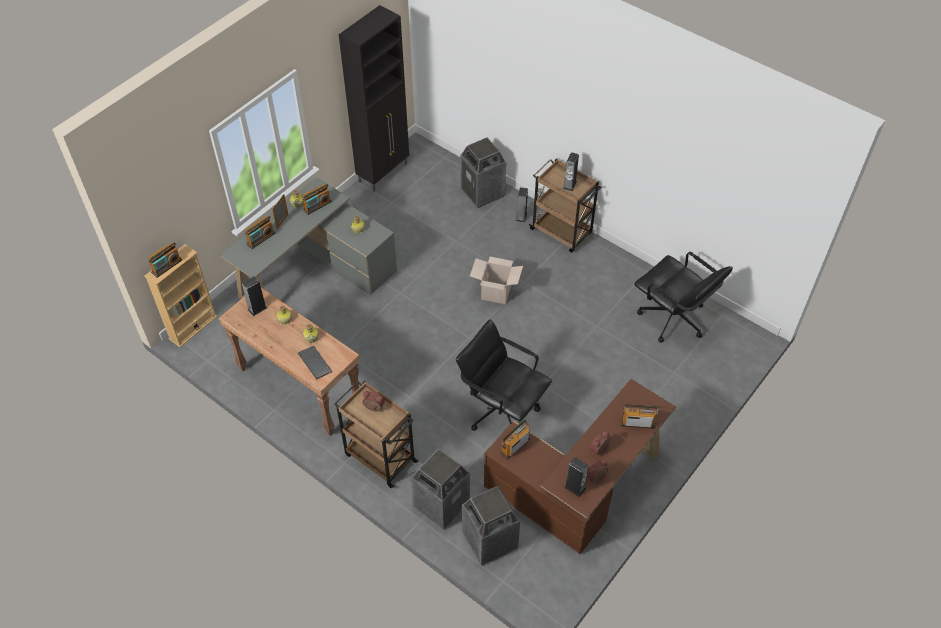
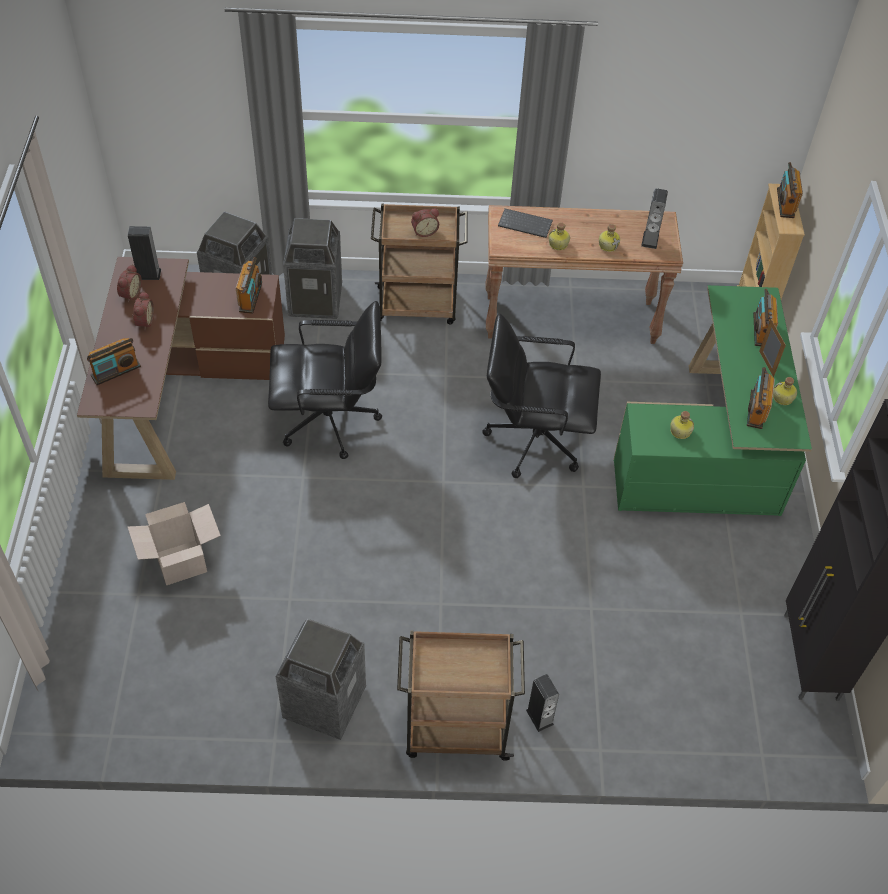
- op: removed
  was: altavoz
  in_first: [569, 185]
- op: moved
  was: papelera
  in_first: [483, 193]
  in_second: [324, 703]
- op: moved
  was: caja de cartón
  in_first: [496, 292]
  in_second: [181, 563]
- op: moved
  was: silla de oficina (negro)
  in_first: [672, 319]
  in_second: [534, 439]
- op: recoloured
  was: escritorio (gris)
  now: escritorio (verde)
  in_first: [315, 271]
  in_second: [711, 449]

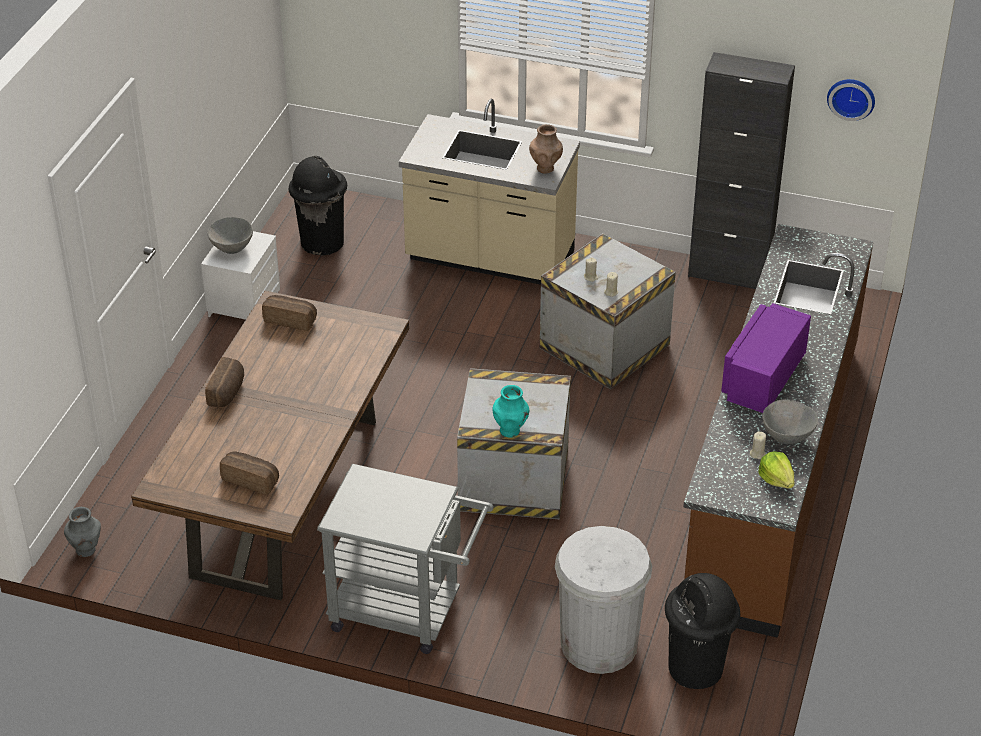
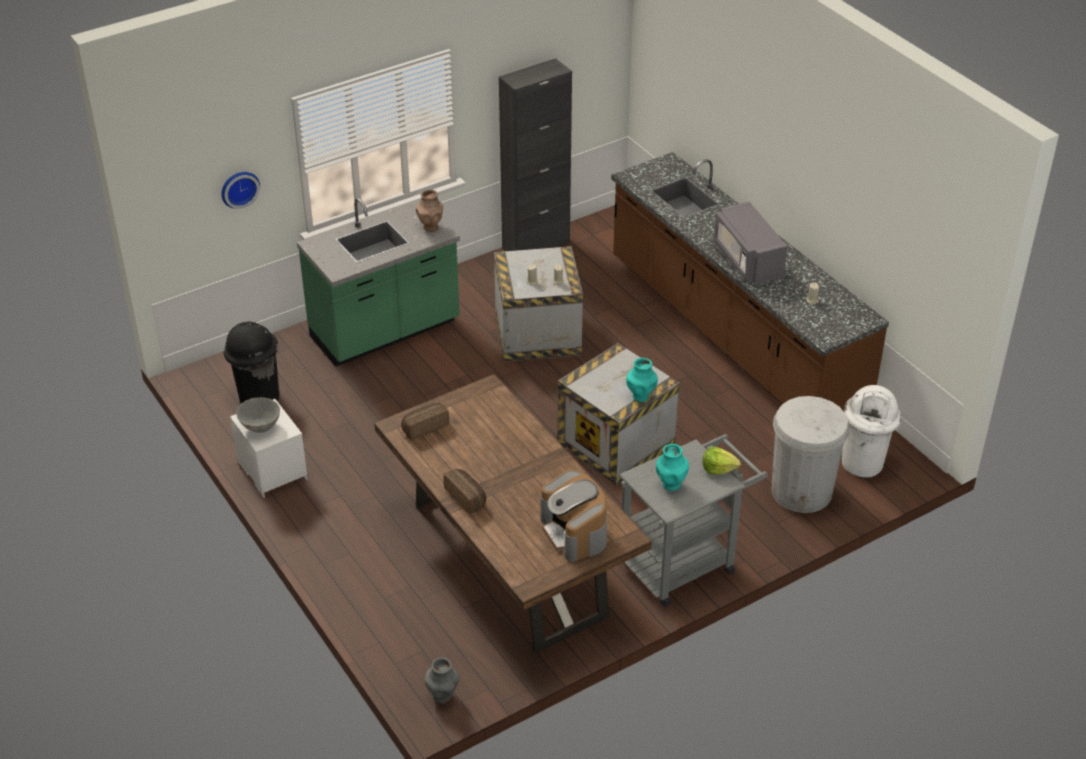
- op: removed
  was: cuenco (gris)
  in_first: [787, 437]
- op: added
  now: florero (turquesa)
  in_second: [671, 484]
- op: moved
  was: lechuga
  in_first: [776, 479]
  in_second: [718, 468]
- op: moved
  was: reloj de pared
  in_first: [851, 97]
  in_second: [239, 188]
- op: replaced
  was: pan
  now: cafetera
  in_first: [251, 479]
  in_second: [575, 532]
- op: recoloured
  was: mueble bajo de cocina (beis)
  now: mueble bajo de cocina (verde)
  in_first: [489, 259]
  in_second: [385, 332]
- op: recoloured
  was: papelera (negro)
  now: papelera (blanco)
  in_first: [696, 669]
  in_second: [863, 463]
- op: recoloured
  was: microondas (morado)
  now: microondas (gris)
  in_first: [762, 378]
  in_second: [747, 260]

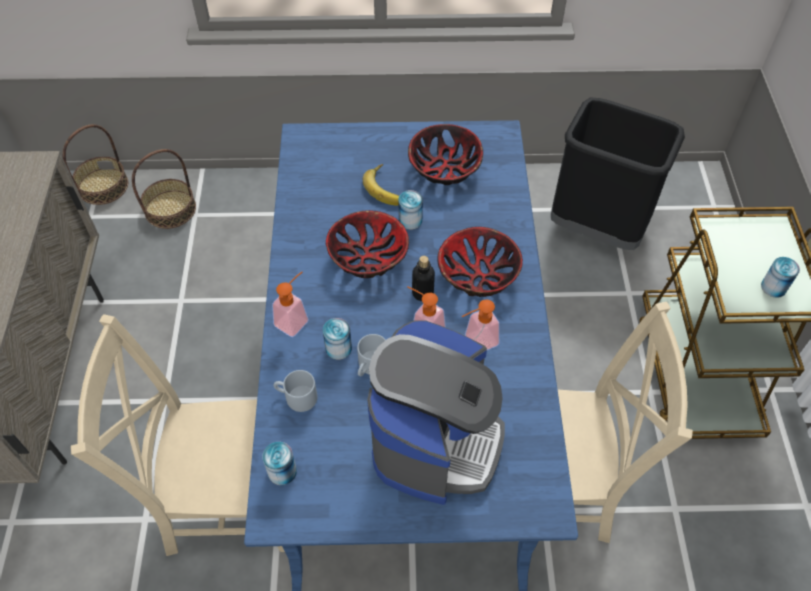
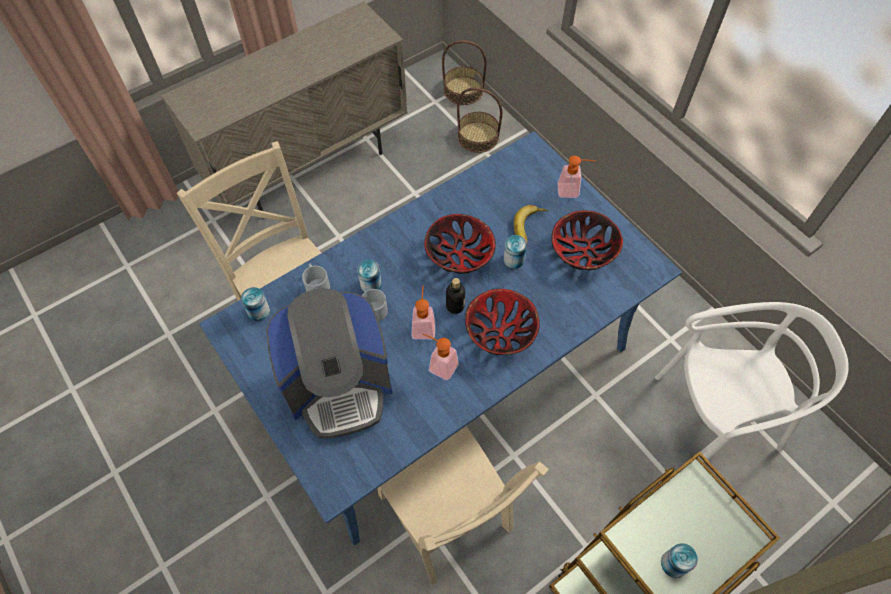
- op: moved
  was: dispensador de jabón
  in_first: [295, 319]
  in_second: [572, 190]
- op: replaced
  was: papelera (negro)
  now: silla (blanco)
  in_first: [598, 228]
  in_second: [716, 417]

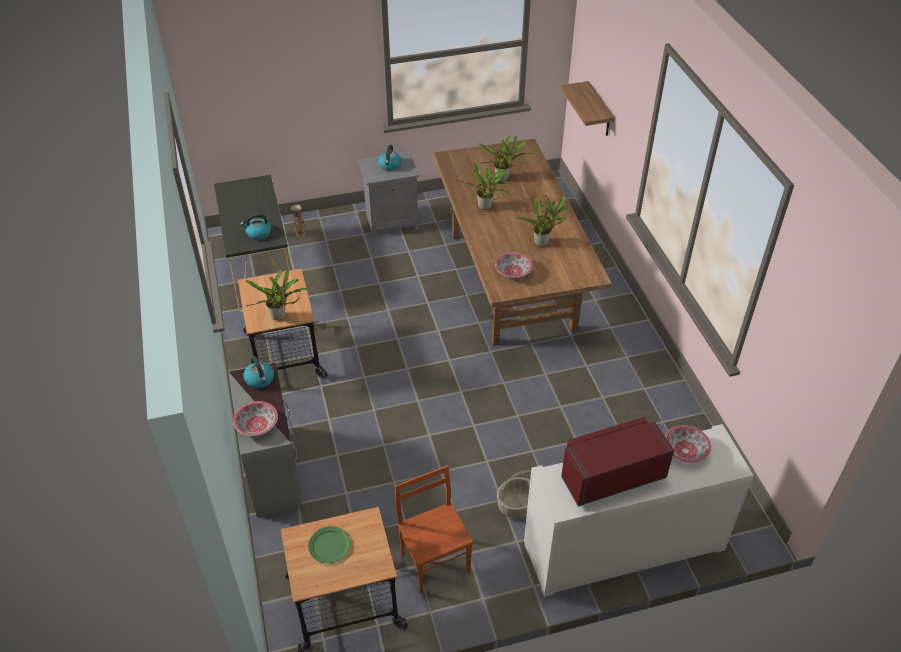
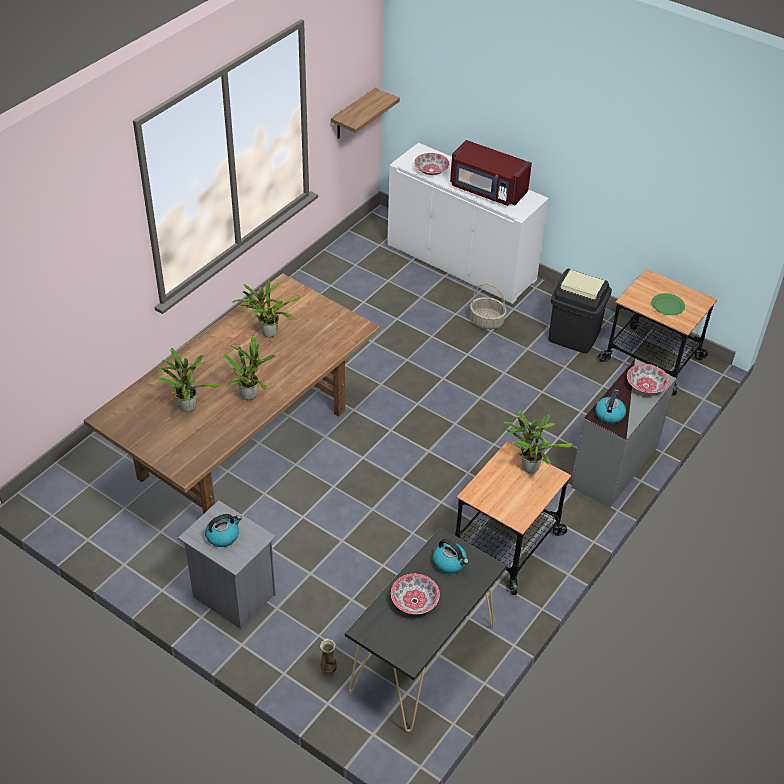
- op: moved
  was: cuenco
  in_first: [512, 272]
  in_second: [414, 601]
- op: moved
  was: estante
  in_first: [599, 110]
  in_second: [353, 115]
- op: replaced
  was: silla (marrón)
  now: papelera (negro)
  in_first: [435, 562]
  in_second: [573, 336]

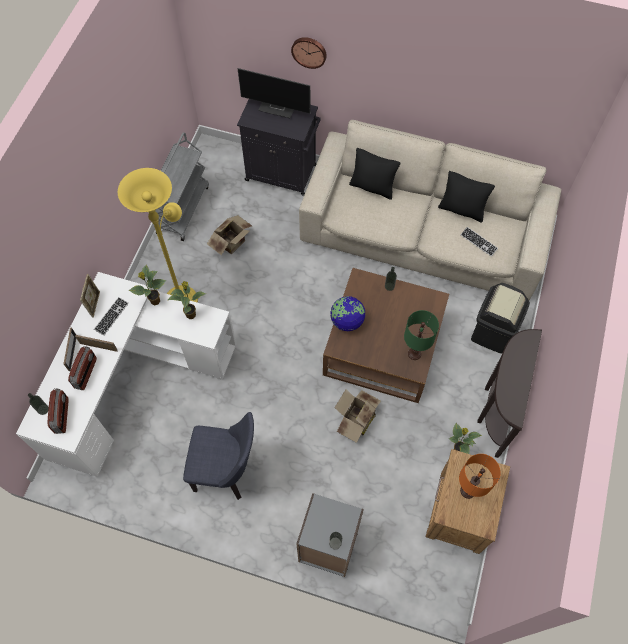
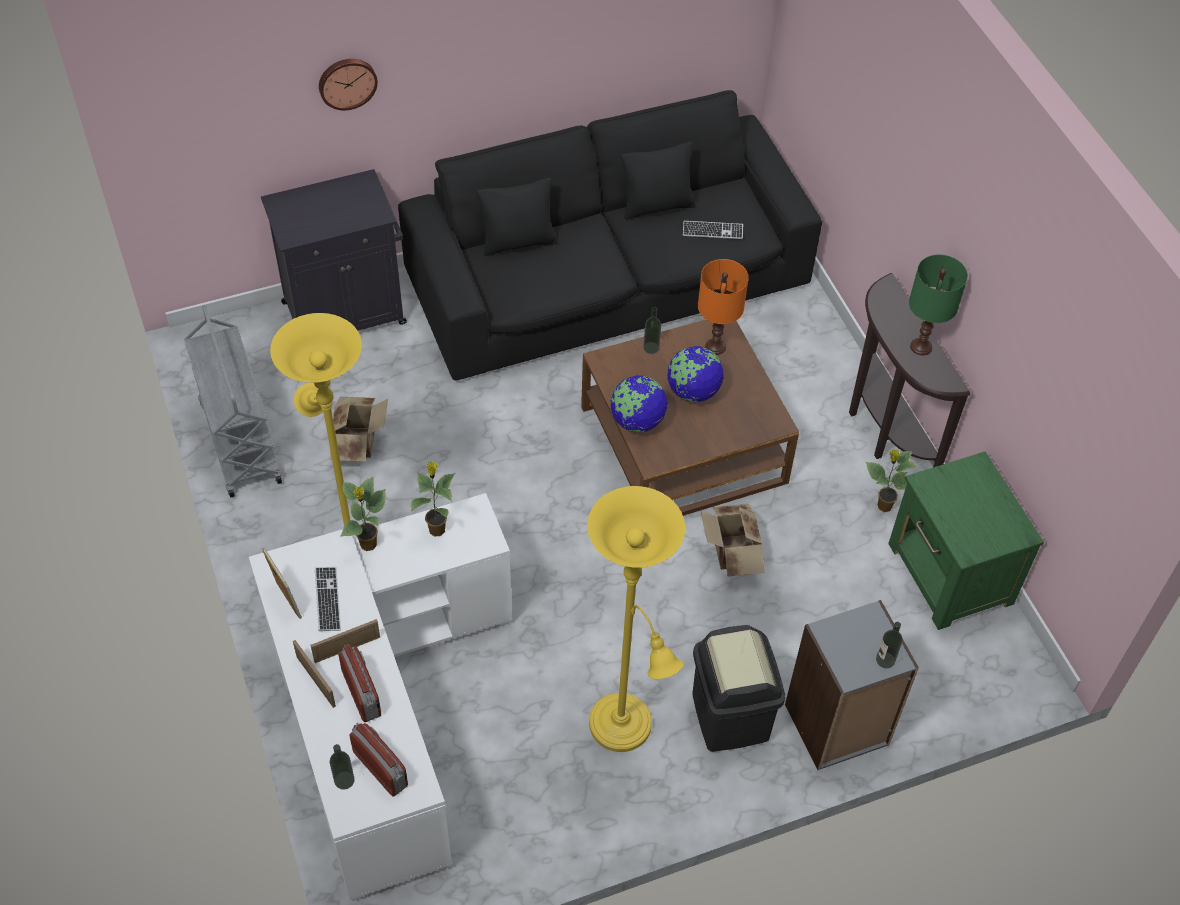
- op: removed
  was: monitor
  in_first: [278, 107]
- op: added
  now: globo terráqueo
  in_second: [693, 391]
- op: moved
  was: lámpara de mesa (verde)
  in_first: [414, 354]
  in_second: [921, 347]
- op: moved
  was: lámpara de mesa (naranja)
  in_first: [468, 491]
  in_second: [715, 346]
- op: moved
  was: papelera (negro)
  in_first: [492, 332]
  in_second: [729, 716]
- op: replaced
  was: silla (azul)
  now: lámpara de pie (amarillo)
  in_first: [227, 471]
  in_second: [625, 730]
- op: recoloured
  was: sofá (beis)
  now: sofá (negro)
  in_first: [423, 234]
  in_second: [608, 280]
- op: recoloured
  was: mesita de noche (marrón)
  now: mesita de noche (verde)
  in_first: [458, 513]
  in_second: [949, 575]

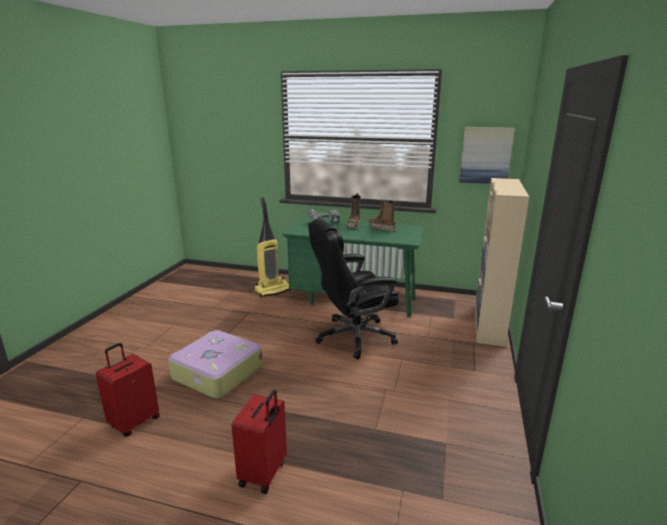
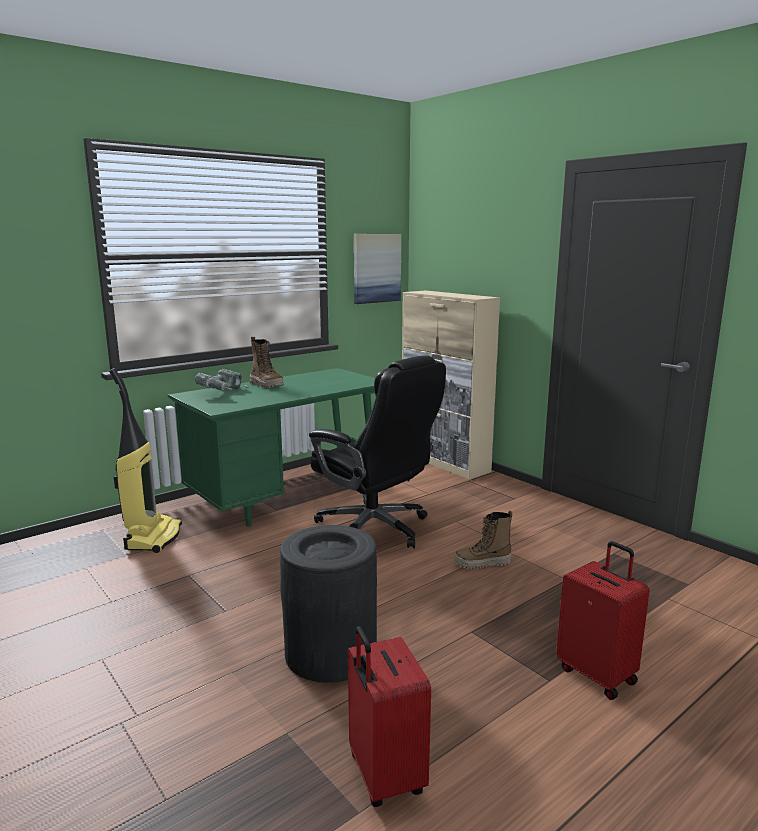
- op: moved
  was: bota
  in_first: [381, 228]
  in_second: [482, 564]
- op: replaced
  was: maleta
  now: papelera (negro)
  in_first: [216, 372]
  in_second: [331, 652]
- op: turned
  was: silla de oficina (negro)
  in_first: [353, 337]
  in_second: [375, 529]
  clockwise: -60

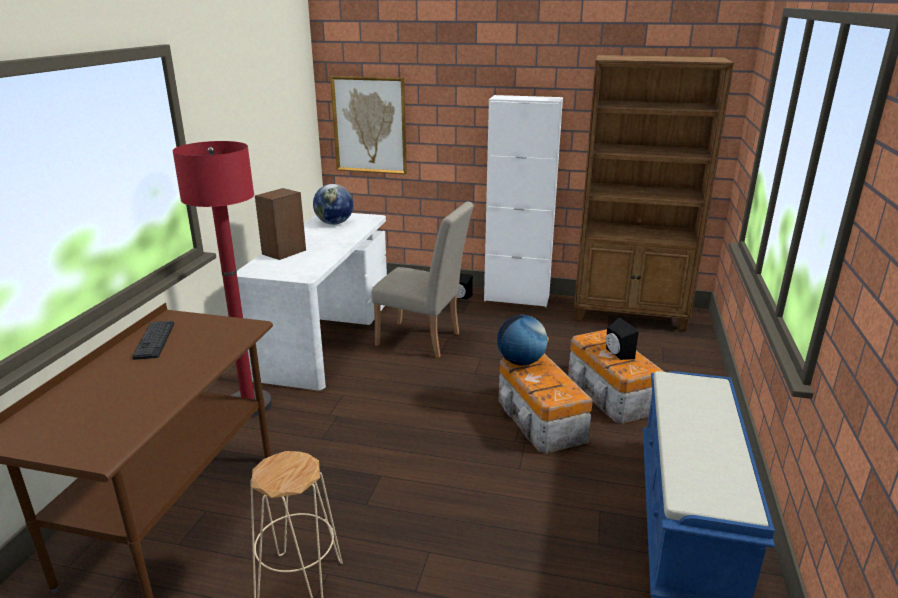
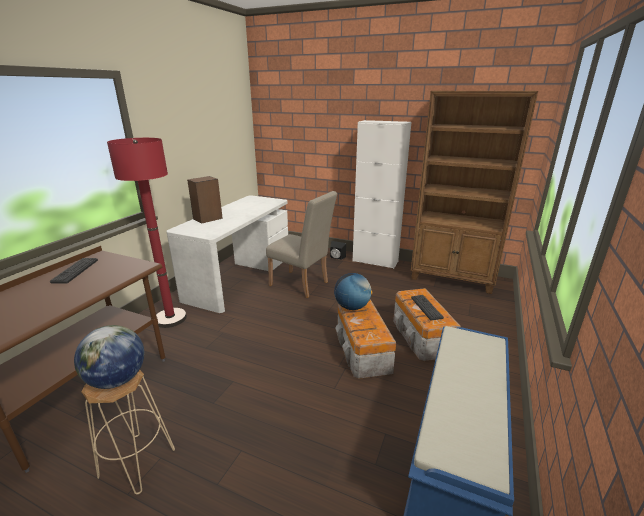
- op: removed
  was: cuadro
  in_first: [369, 125]
- op: moved
  was: globo terráqueo
  in_first: [334, 223]
  in_second: [117, 380]
- op: replaced
  was: altavoz (negro)
  now: teclado
  in_first: [617, 354]
  in_second: [426, 307]

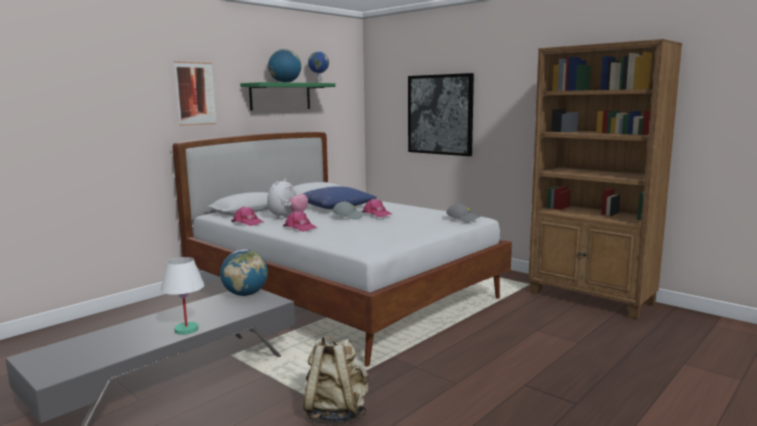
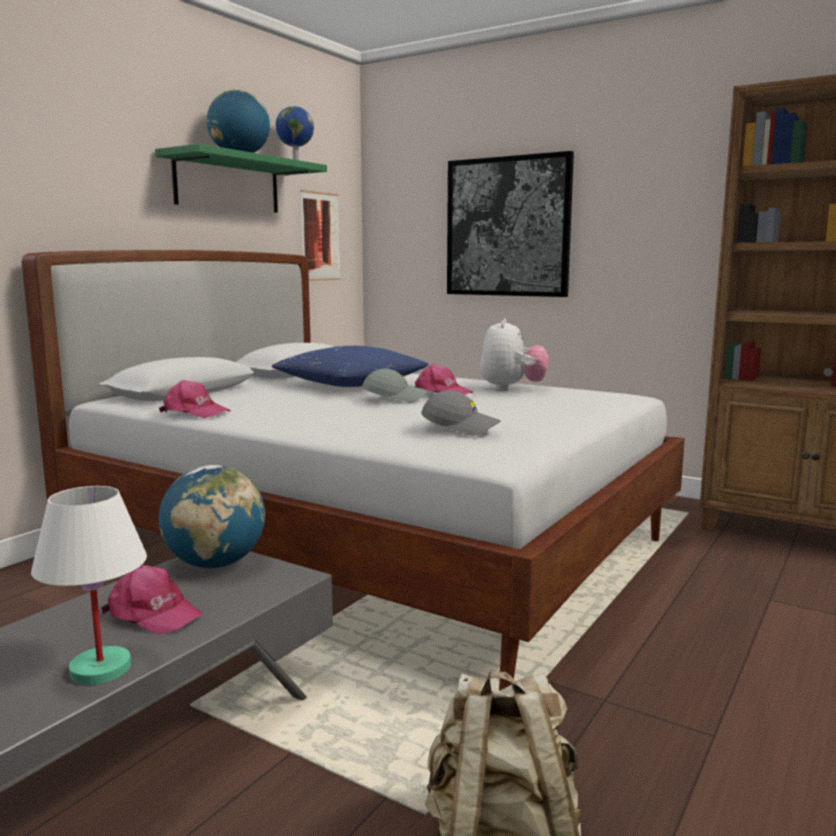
- op: moved
  was: cuadro
  in_first: [195, 93]
  in_second: [320, 236]
- op: moved
  was: peluche
  in_first: [287, 217]
  in_second: [512, 389]
- op: moved
  was: gorra (rosa)
  in_first: [300, 227]
  in_second: [153, 614]
- op: moved
  was: gorra (gris)
  in_first: [463, 219]
  in_second: [461, 427]

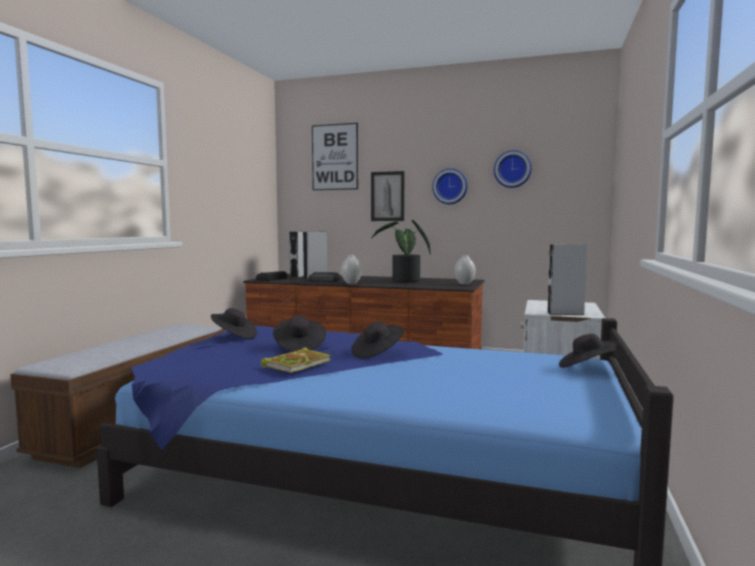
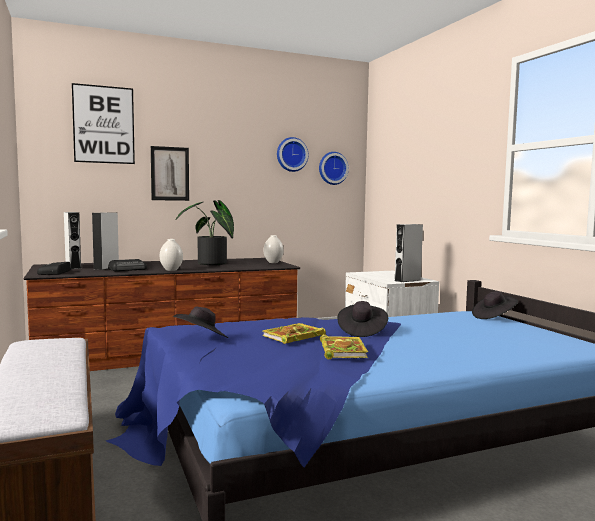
- op: moved
  was: reloj de pared
  in_first: [450, 186]
  in_second: [332, 168]
- op: replaced
  was: sombrero (negro)
  now: libro
  in_first: [299, 347]
  in_second: [292, 337]

